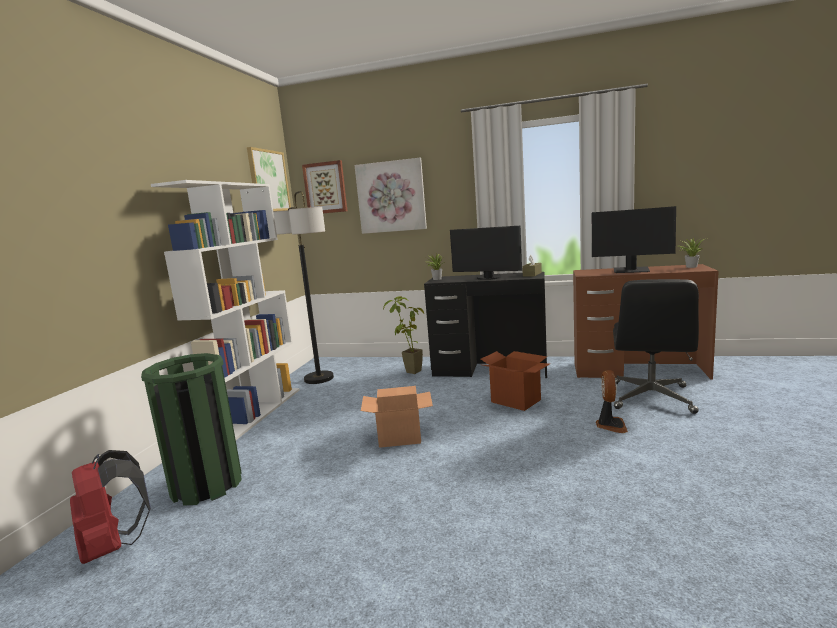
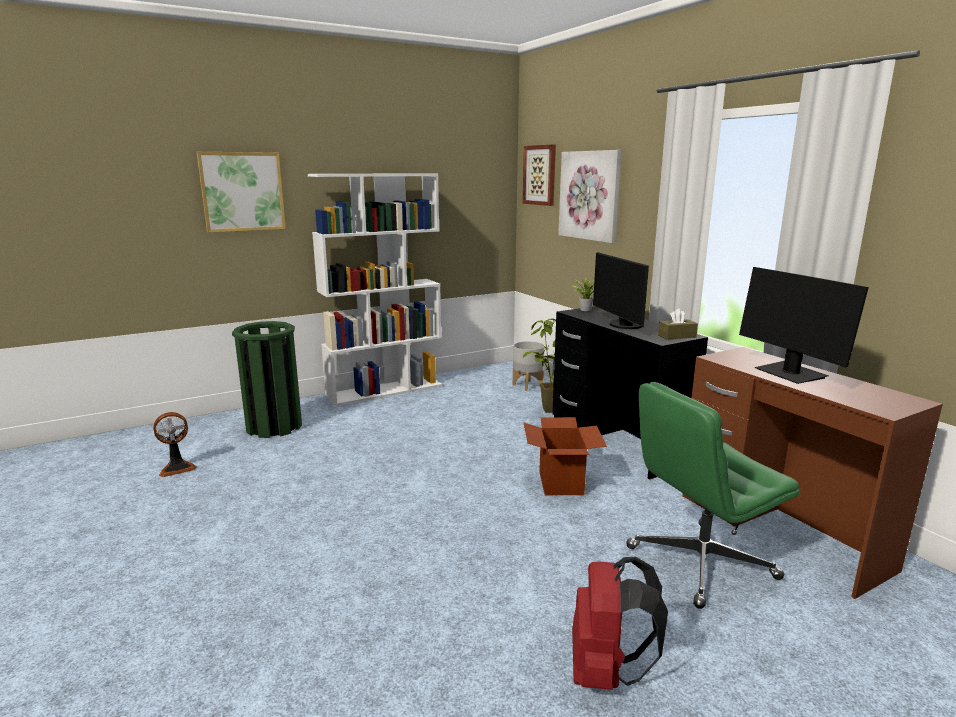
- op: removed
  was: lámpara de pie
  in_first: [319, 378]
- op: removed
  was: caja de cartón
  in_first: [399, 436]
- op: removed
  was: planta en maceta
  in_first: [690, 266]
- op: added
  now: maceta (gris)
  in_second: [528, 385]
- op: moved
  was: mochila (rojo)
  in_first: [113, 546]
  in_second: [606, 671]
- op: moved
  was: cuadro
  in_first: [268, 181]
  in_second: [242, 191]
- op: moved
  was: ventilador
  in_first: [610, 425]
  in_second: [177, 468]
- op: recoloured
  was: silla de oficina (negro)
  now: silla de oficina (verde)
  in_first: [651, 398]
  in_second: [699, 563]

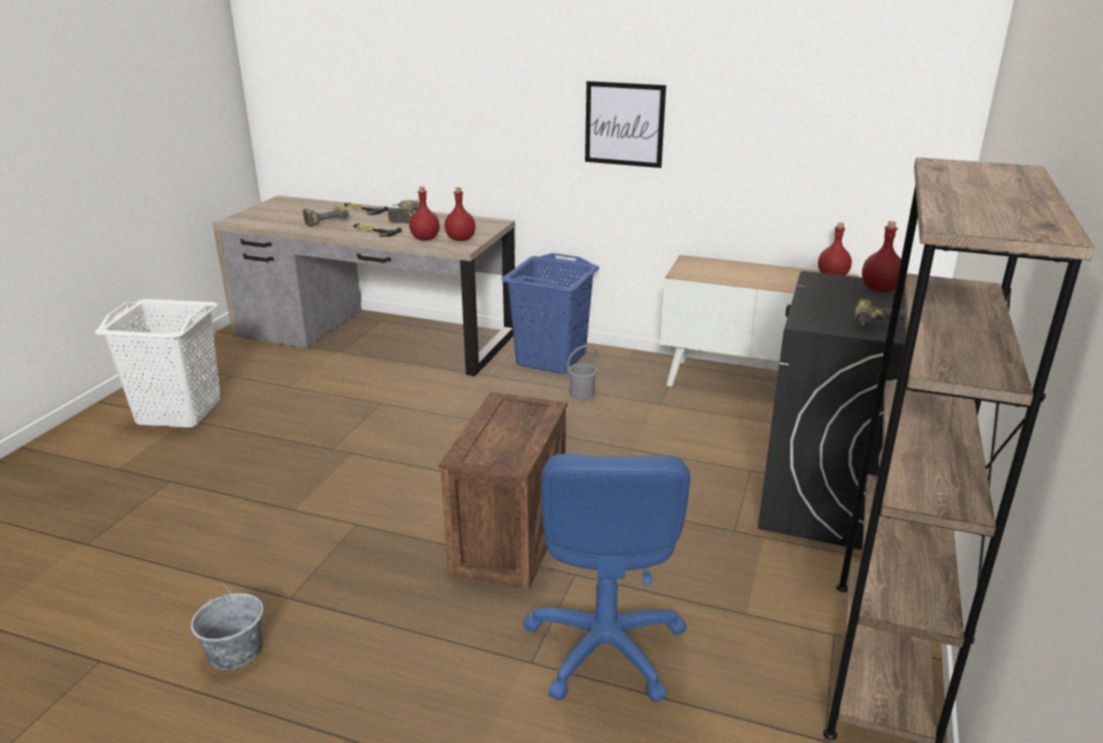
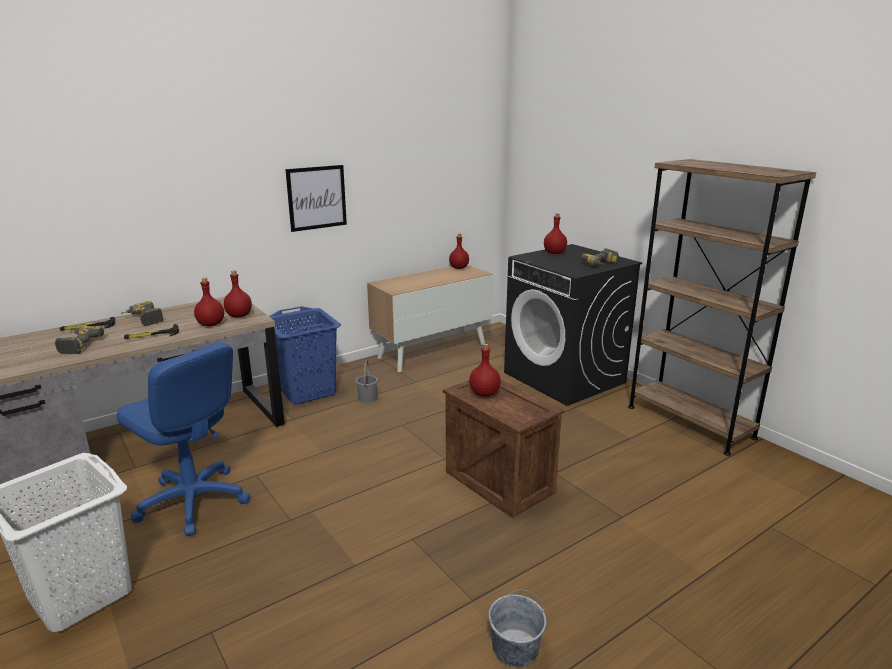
- op: added
  now: botella (rojo)
  in_second: [484, 393]
- op: moved
  was: silla de oficina (azul)
  in_first: [604, 647]
  in_second: [193, 501]

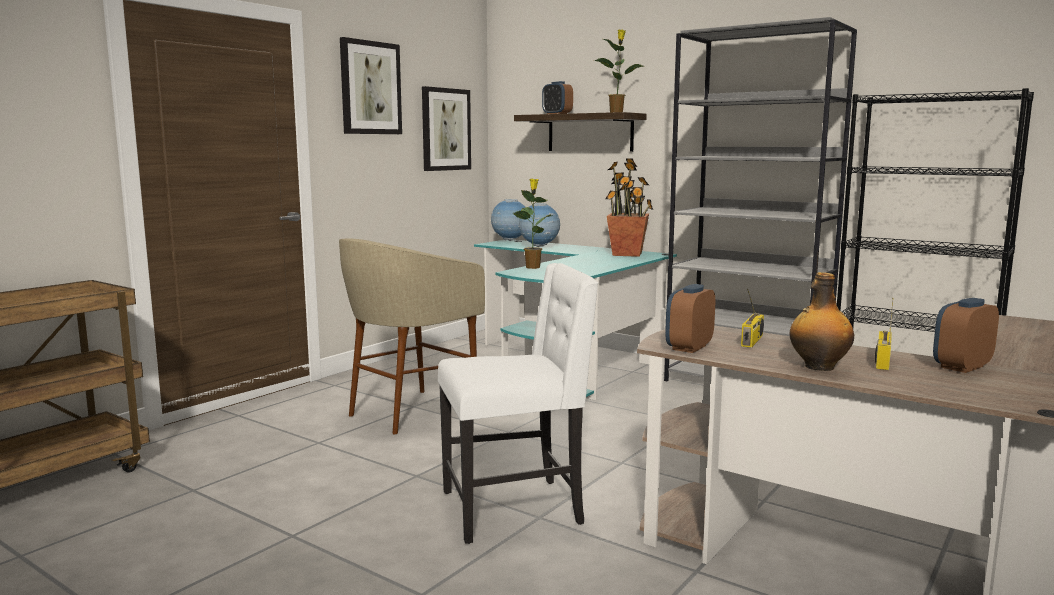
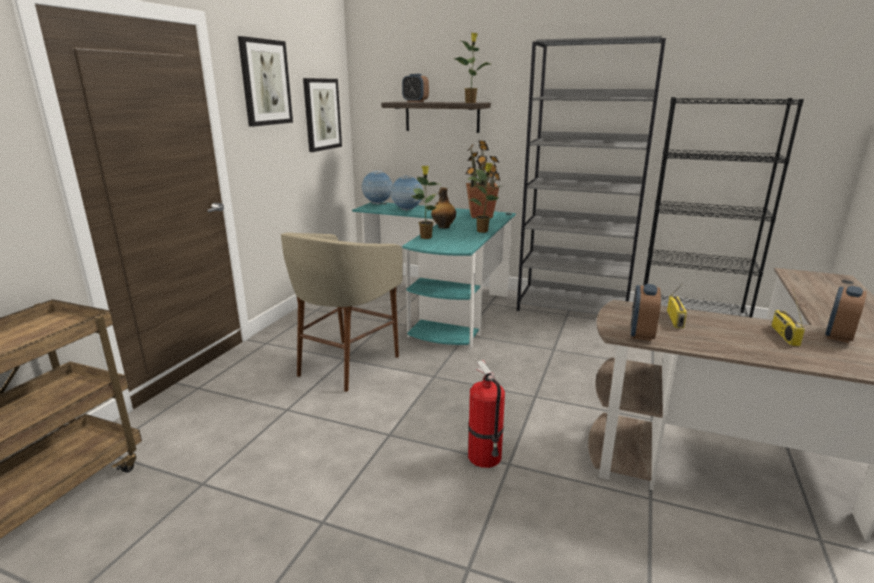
- op: added
  now: planta en maceta
  in_second: [483, 231]
- op: moved
  was: botella
  in_first: [818, 367]
  in_second: [443, 227]
- op: replaced
  was: silla (blanco)
  now: extintor
  in_first: [515, 508]
  in_second: [485, 457]

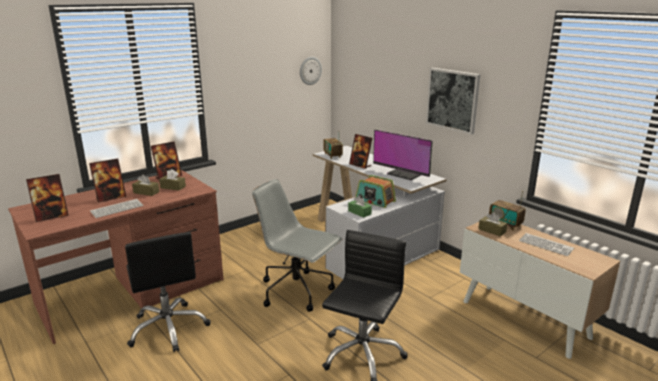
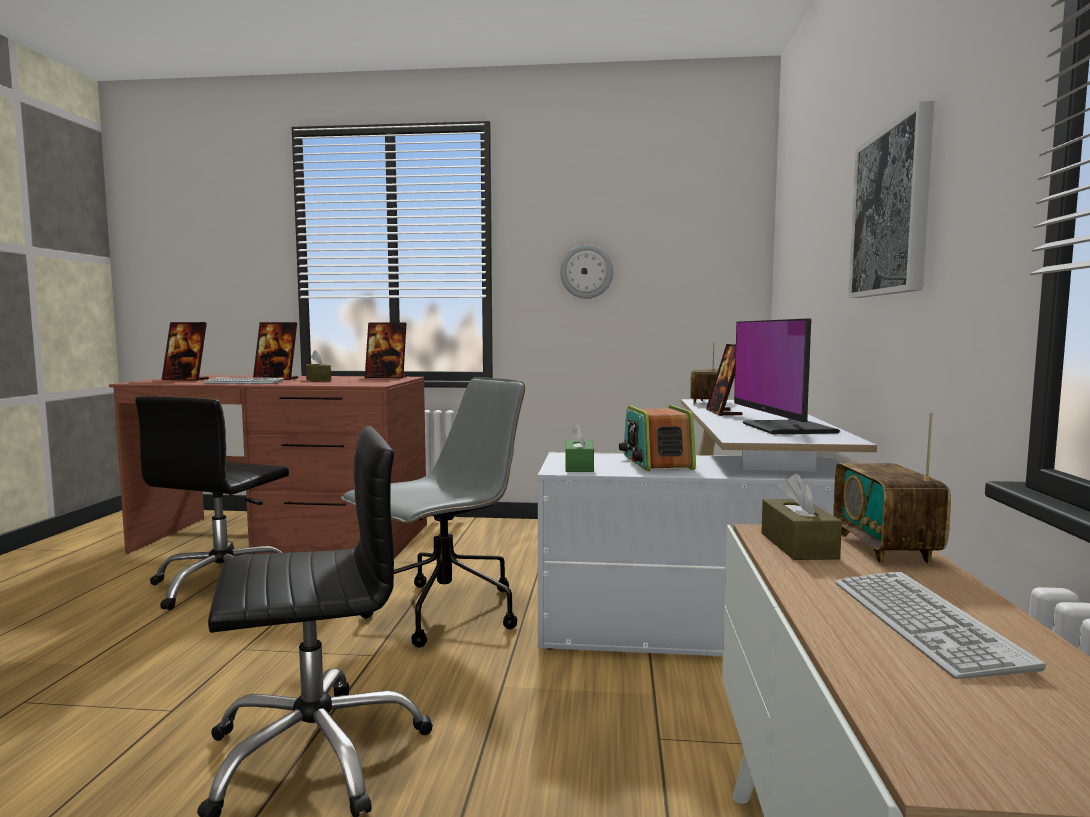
- op: removed
  was: caja de pañuelos (marrón)
  in_first: [173, 187]
- op: moved
  was: reloj de pared
  in_first: [310, 70]
  in_second: [586, 272]
- op: turned
  was: silla de oficina (gris)
  in_first: [297, 291]
  in_second: [443, 613]
  clockwise: 60

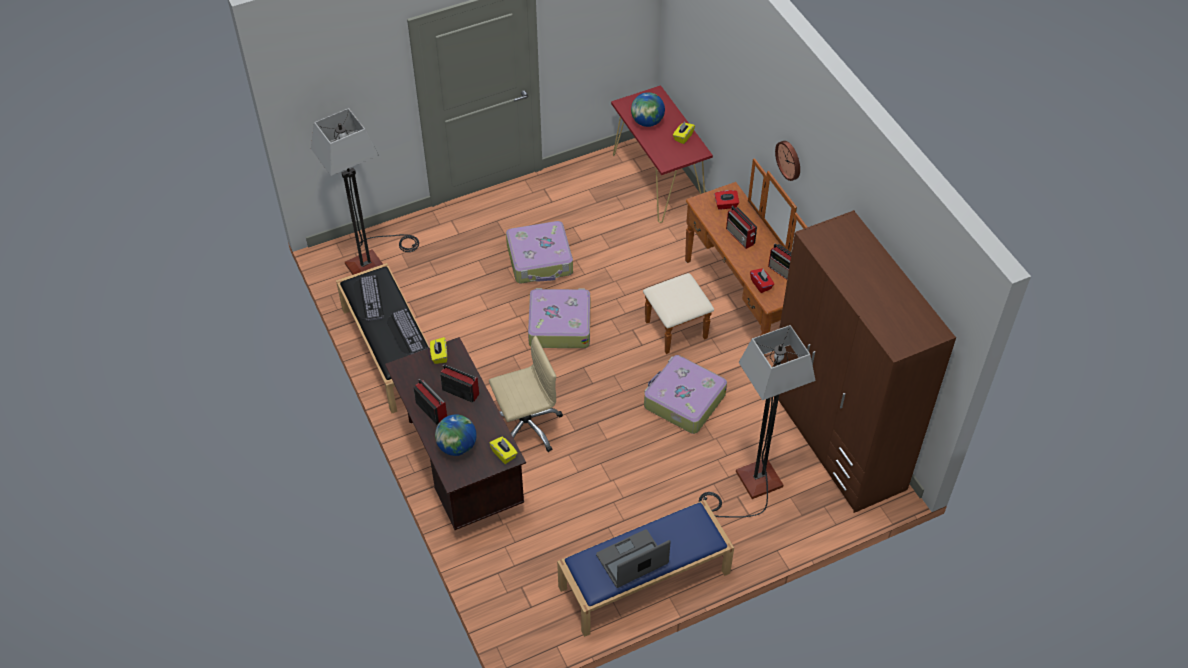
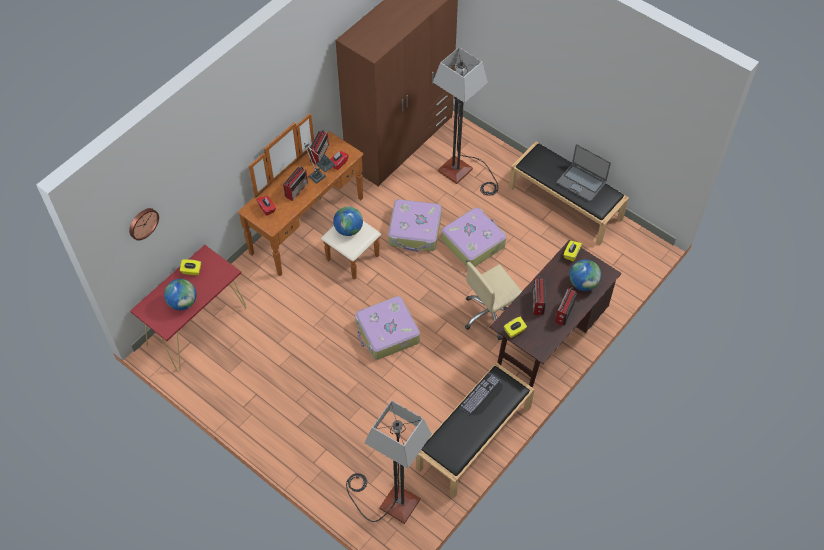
- op: removed
  was: teclado
  in_first: [367, 298]
- op: added
  now: lámpara de mesa
  in_second: [319, 179]
- op: added
  now: globo terráqueo
  in_second: [348, 229]
- op: moved
  was: maleta
  in_first: [540, 260]
  in_second: [473, 242]
- op: moved
  was: reloj de pared
  in_first: [789, 160]
  in_second: [142, 223]
- op: recoloured
  was: banco (azul)
  now: banco (negro)
  in_first: [643, 580]
  in_second: [566, 203]
- op: turned
  was: silla de oficina (beis)
  in_first: [526, 426]
  in_second: [491, 315]
  clockwise: -75

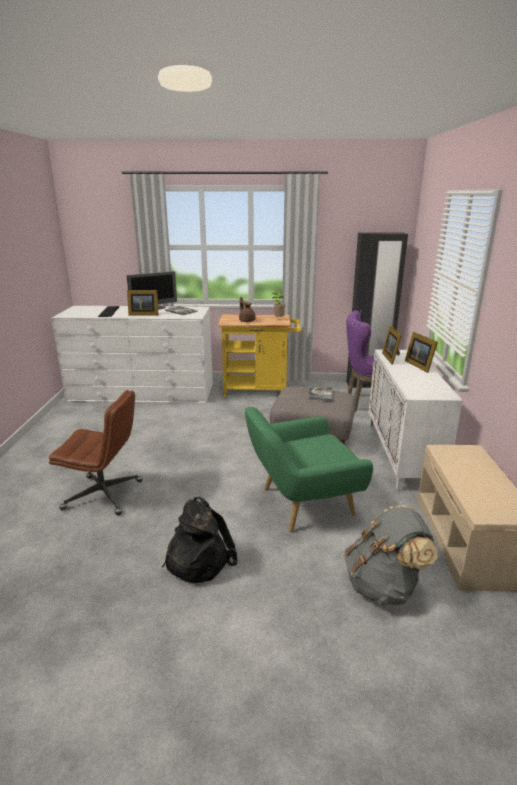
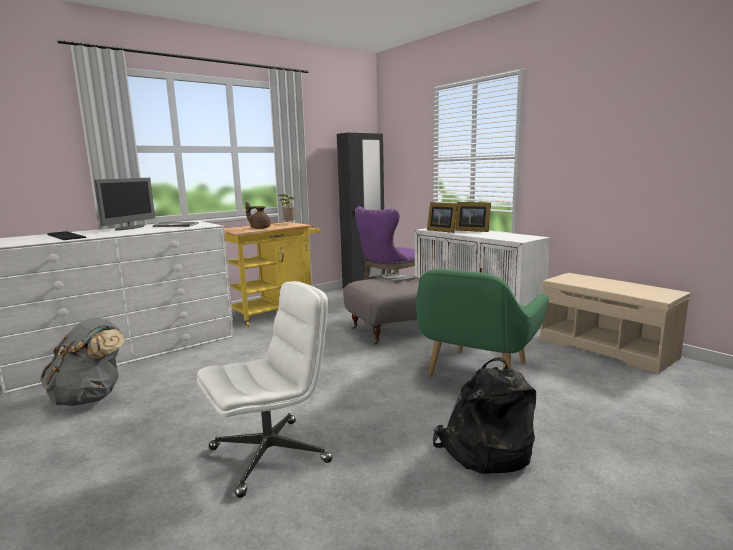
- op: removed
  was: portarretratos
  in_first: [143, 314]
- op: moved
  was: mochila (gris)
  in_first: [383, 585]
  in_second: [91, 397]
- op: recoloured
  was: silla de oficina (marrón)
  now: silla de oficina (blanco)
  in_first: [104, 495]
  in_second: [271, 454]

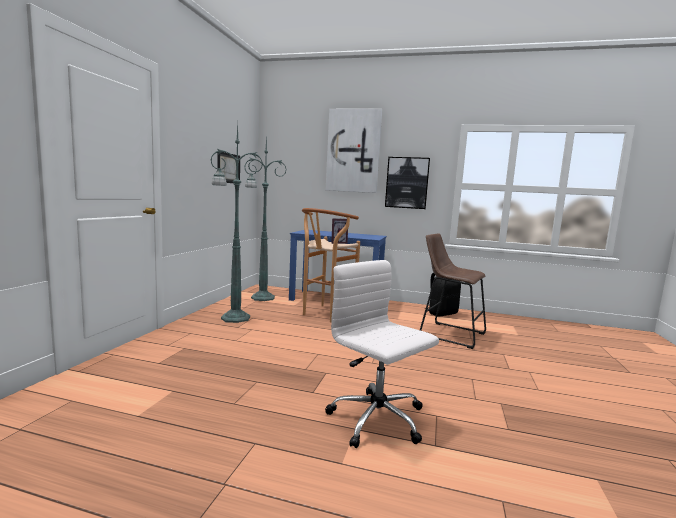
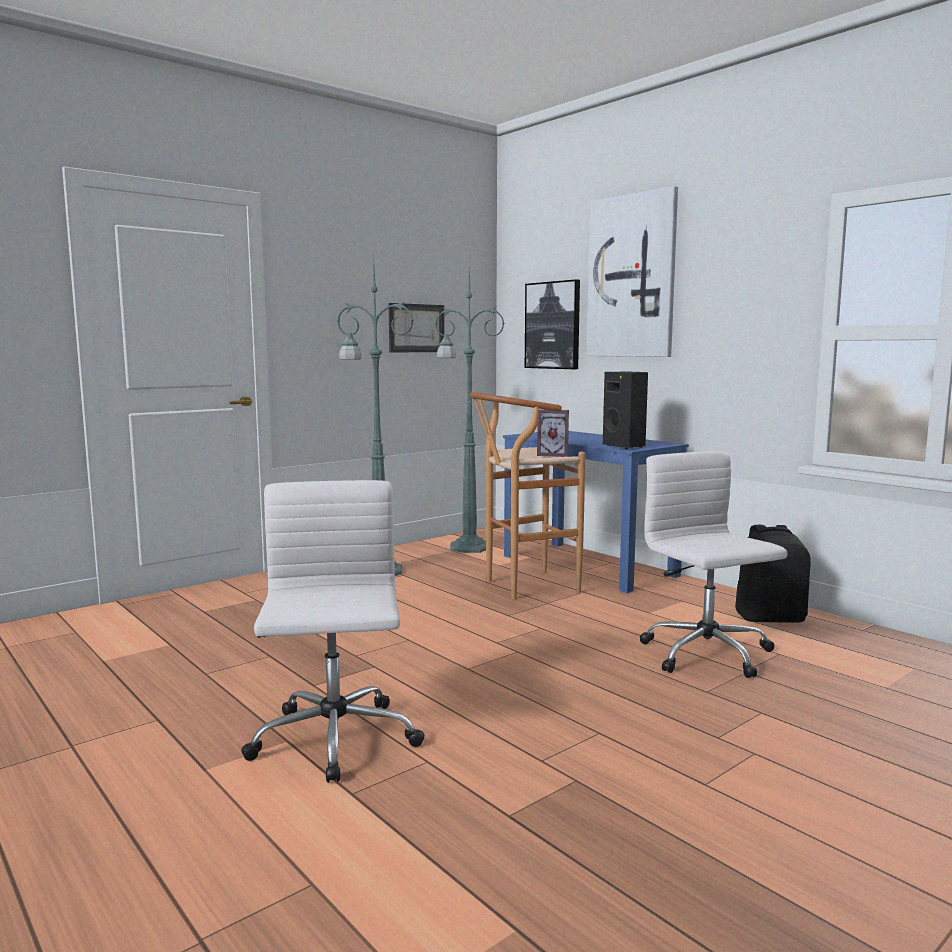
- op: added
  now: altavoz (negro)
  in_second: [625, 446]
- op: moved
  was: cuadro
  in_first: [407, 183]
  in_second: [553, 325]
- op: replaced
  was: taburete (marrón)
  now: silla de oficina (blanco)
  in_first: [448, 334]
  in_second: [707, 655]

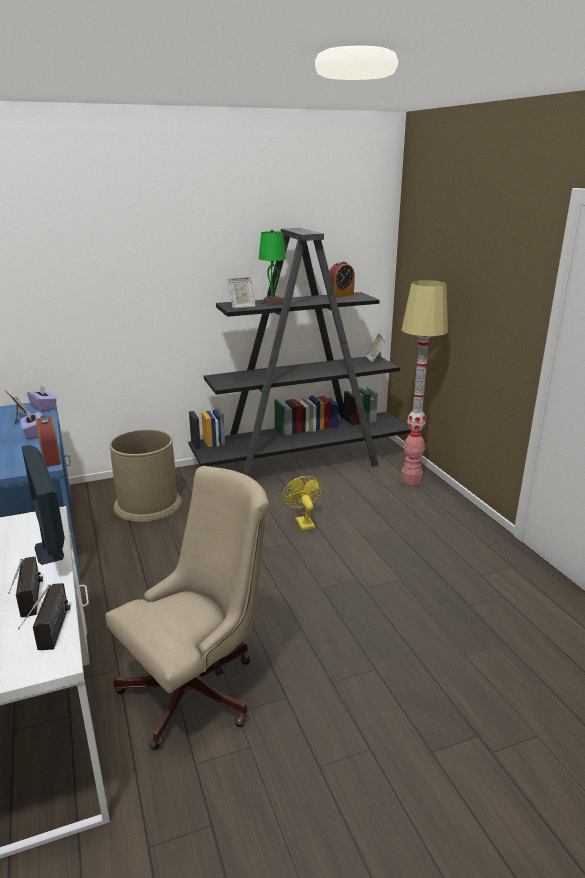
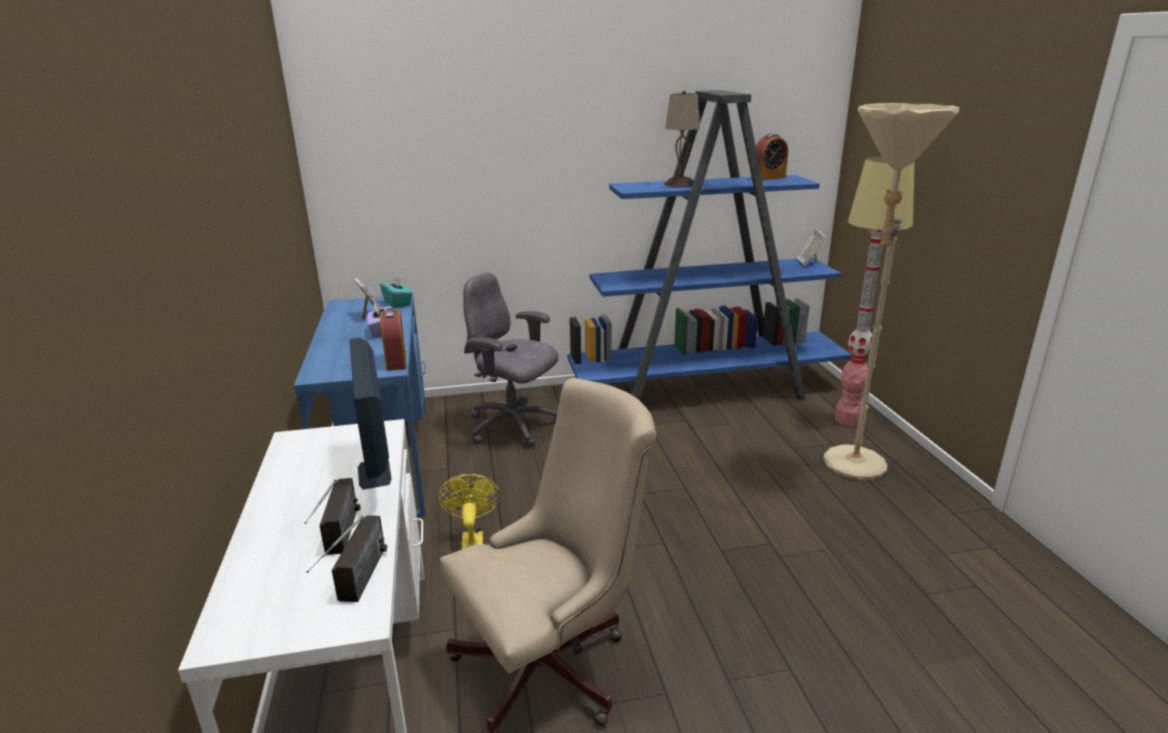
- op: removed
  was: portarretratos
  in_first: [241, 307]
- op: added
  now: lámpara de pie (beis)
  in_second: [849, 470]
- op: moved
  was: ventilador (amarillo)
  in_first: [303, 522]
  in_second: [472, 540]
- op: replaced
  was: papelera (marrón)
  now: silla de oficina (gris)
  in_first: [148, 504]
  in_second: [513, 427]
- op: recoloured
  was: caja de pañuelos (morado)
  now: caja de pañuelos (turquesa)
  in_first: [43, 408]
  in_second: [398, 303]
- op: recoloured
  was: estantería (negro)
  now: estantería (azul)
  in_first: [302, 463]
  in_second: [706, 390]
- op: recoloured
  was: lámpara de mesa (verde)
  now: lámpara de mesa (beis)
  in_first: [272, 302]
  in_second: [679, 184]

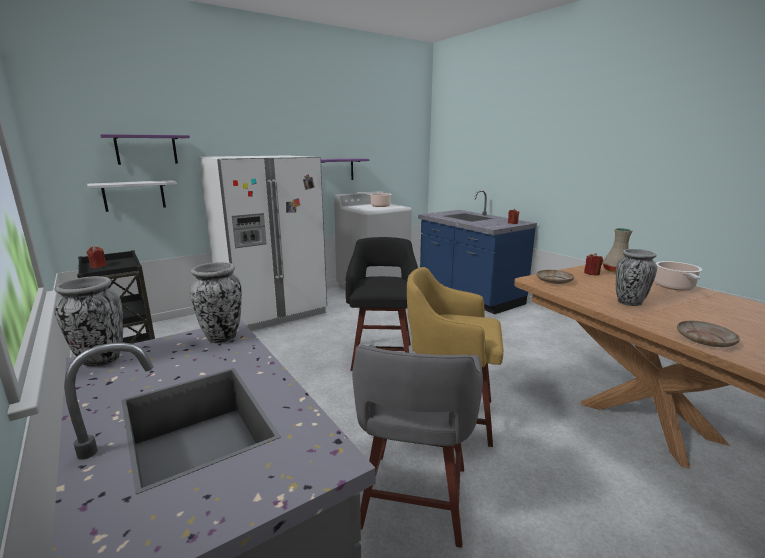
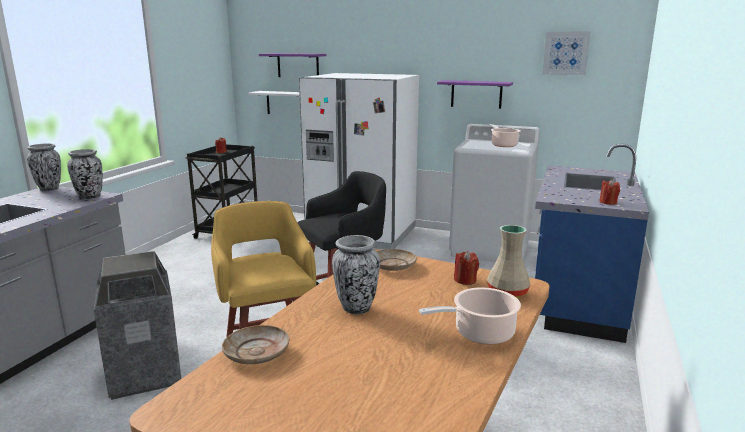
- op: added
  now: cuadro
  in_second: [565, 53]
- op: replaced
  was: taburete (gris)
  now: papelera
  in_first: [413, 499]
  in_second: [145, 374]

